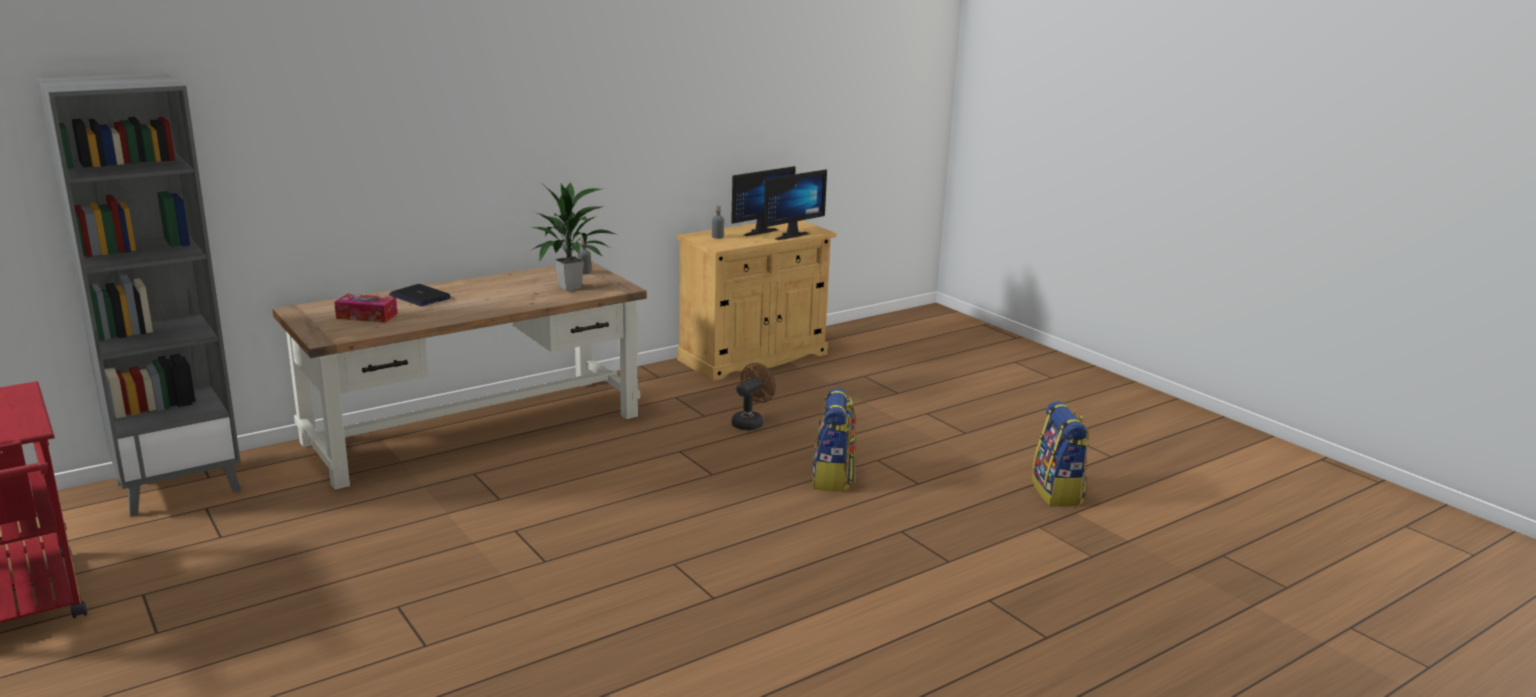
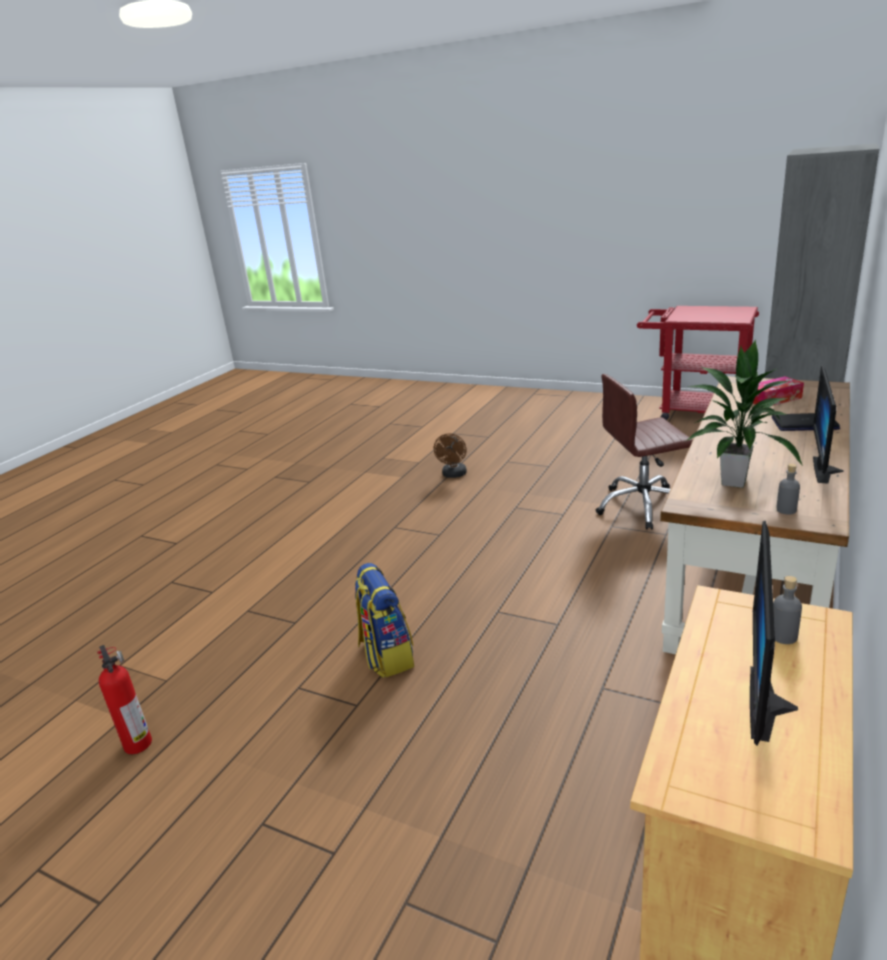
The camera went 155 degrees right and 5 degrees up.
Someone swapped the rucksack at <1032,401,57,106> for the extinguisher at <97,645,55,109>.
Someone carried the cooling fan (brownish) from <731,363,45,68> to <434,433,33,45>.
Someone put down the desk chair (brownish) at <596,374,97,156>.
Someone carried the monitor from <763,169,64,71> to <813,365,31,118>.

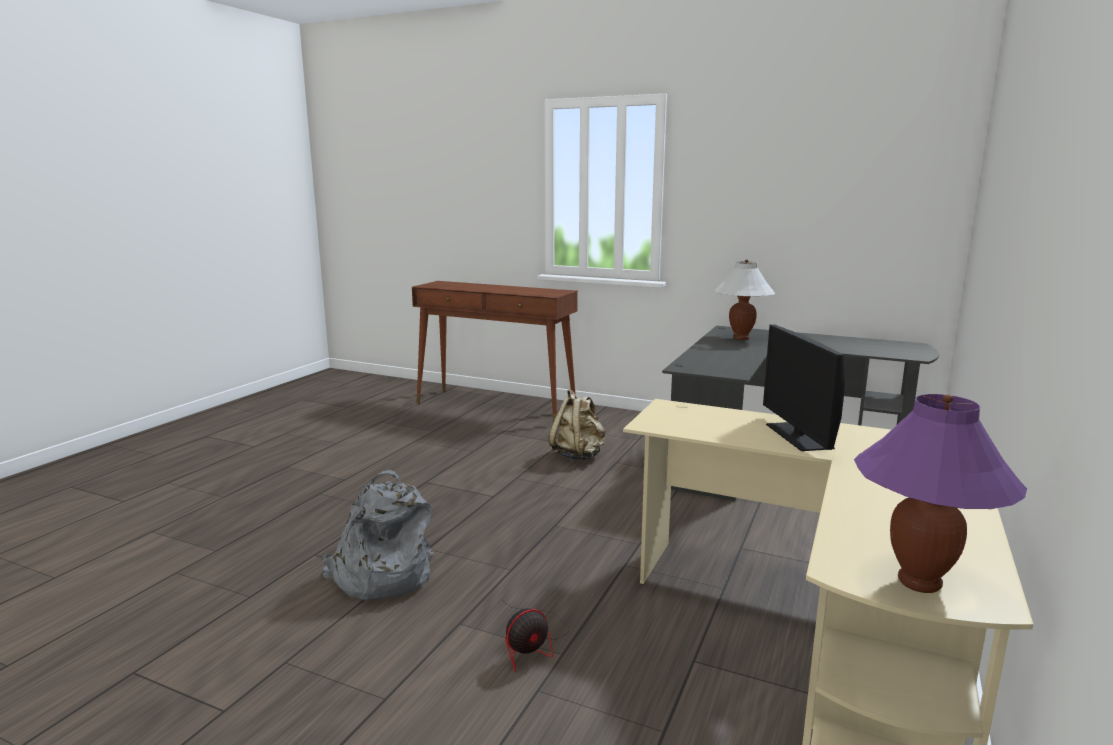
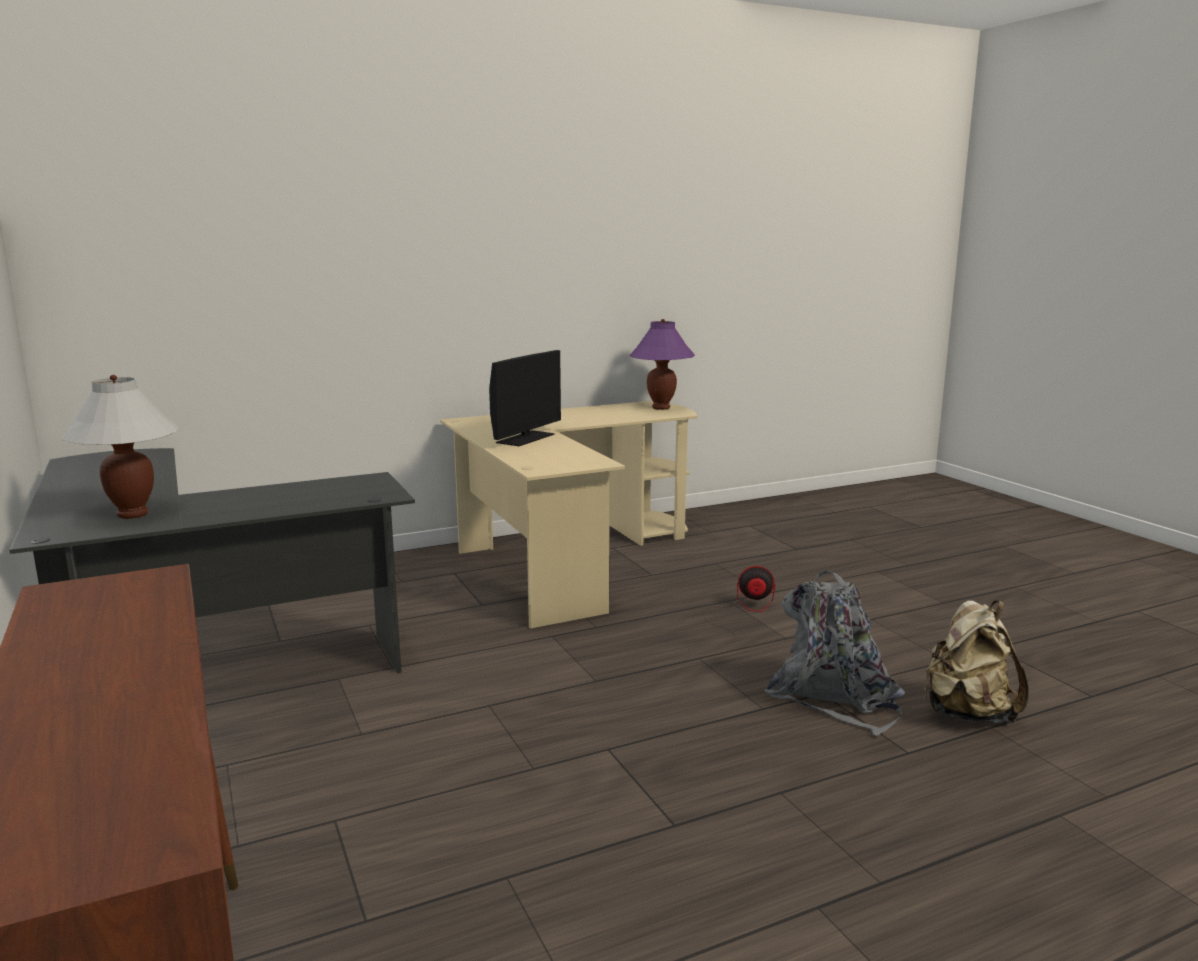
The camera went 140 degrees left and 0 degrees up.
Someone carried the rucksack (sand-coloured) from <549,389,56,71> to <924,600,105,123>.

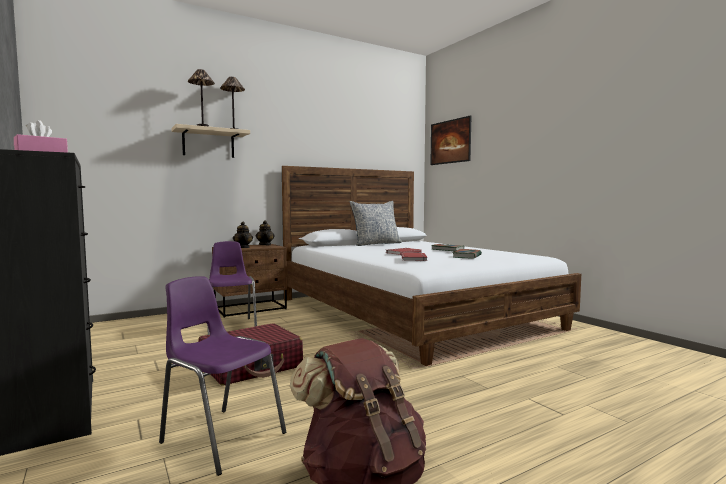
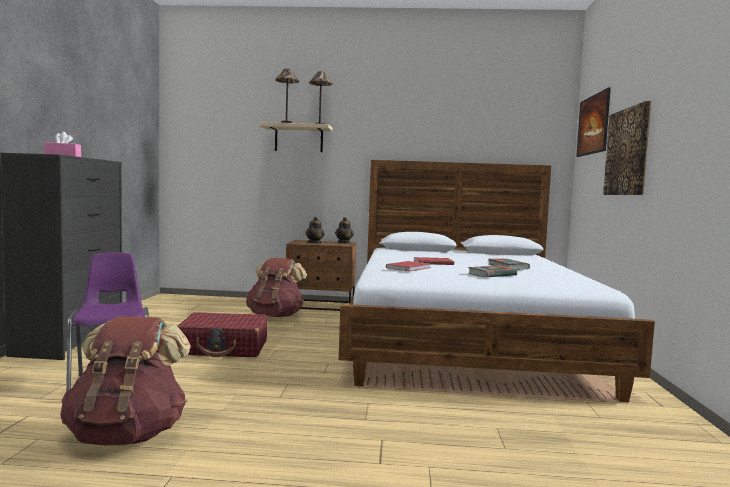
The camera went 35 degrees right and 0 degrees up.
Someone swapped the plain chair (purplish) at <207,241,50,94> for the rucksack (brownish) at <246,258,61,59>.
Someone put up the wall art at <603,101,48,94>.
Someone took away the pillow at <349,201,53,45>.

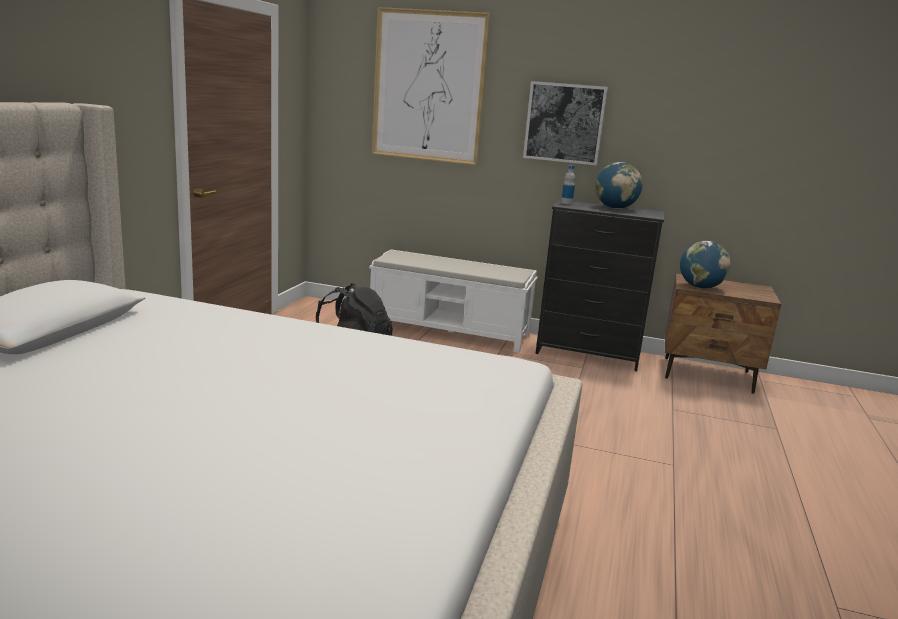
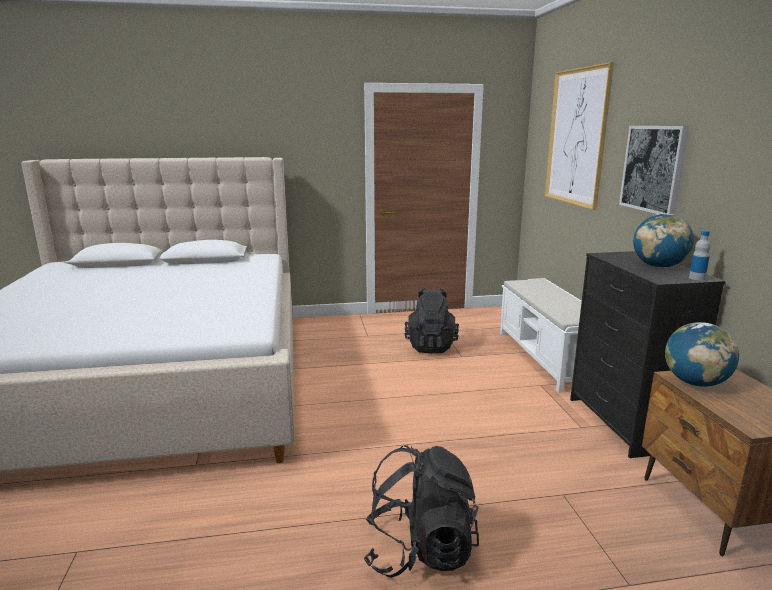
The camera went 65 degrees right and 0 degrees up.
Someone put down the rucksack (black-coloured) at <363,445,116,133>.
Someone carried the drink bottle from <561,165,14,39> to <689,230,22,50>.

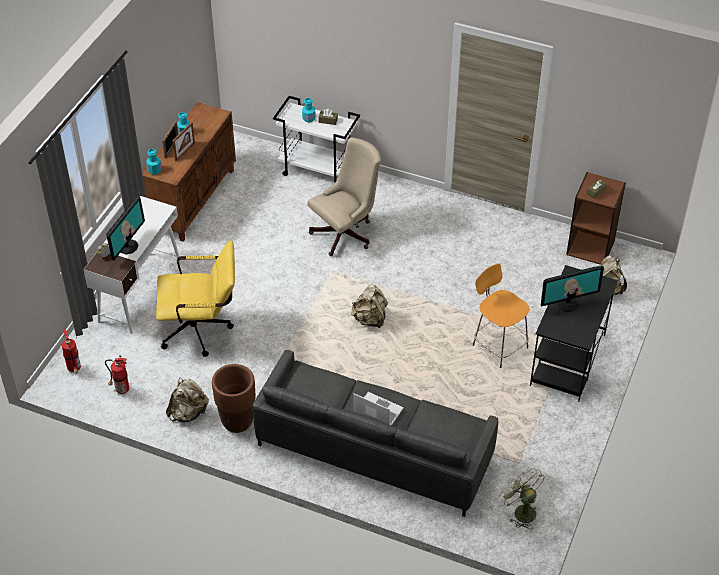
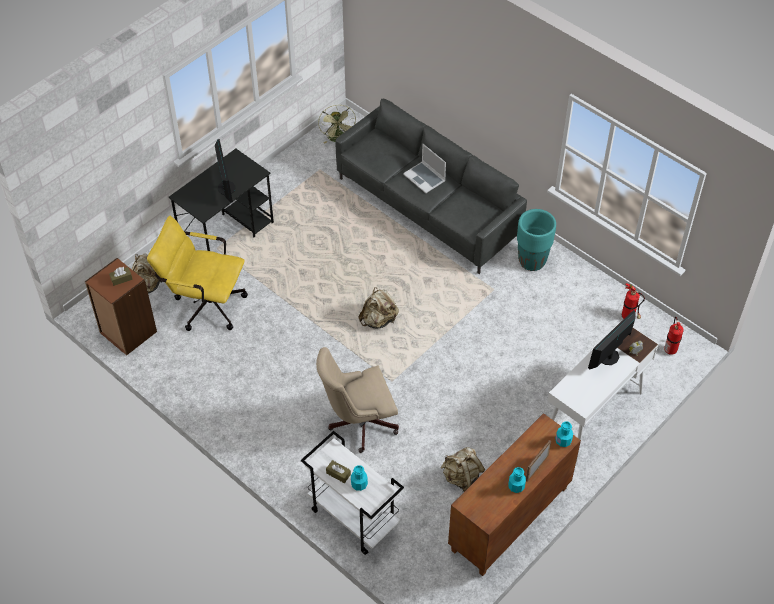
The camera went 160 degrees left and 5 degrees up.
Someone carried the desk chair (yellow) from <156,240,79,117> to <147,216,101,115>.
Someone rotated the monitor at <541,266,63,45> by 75 degrees clockwise.
Someone carried the rucksack (sand-coloured) from <166,377,43,45> to <441,447,44,45>.
Someone repainted the planter (brownish) at <212,364,44,69>, which became the planter (blue-green) at <517,209,39,62>.
Someone took away the photo frame at <172,122,23,39>.
Someone took away the stool (orangey) at <473,263,57,105>.

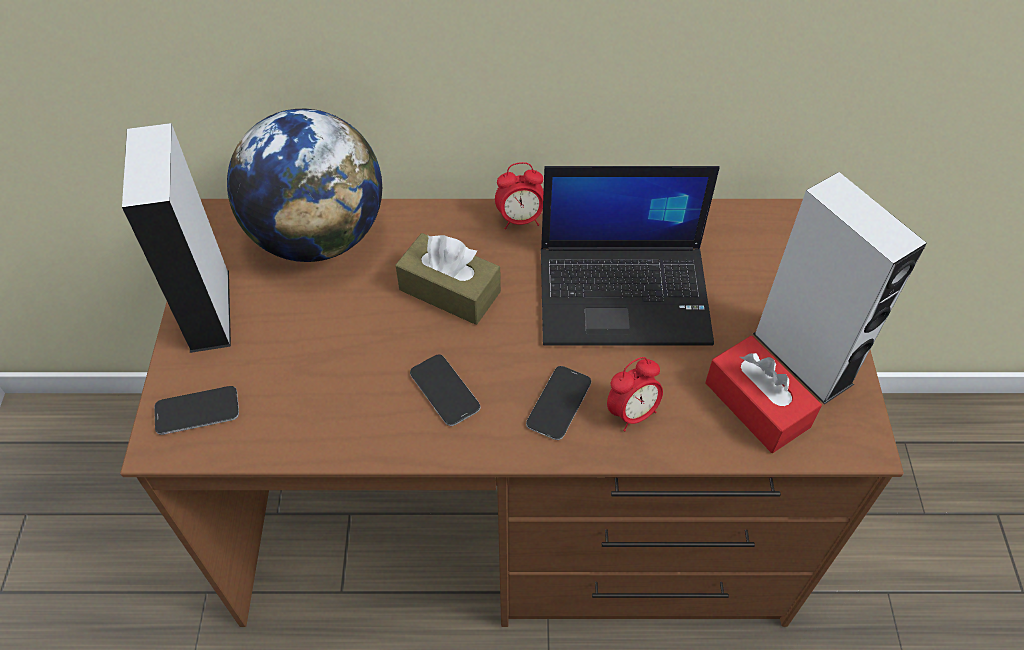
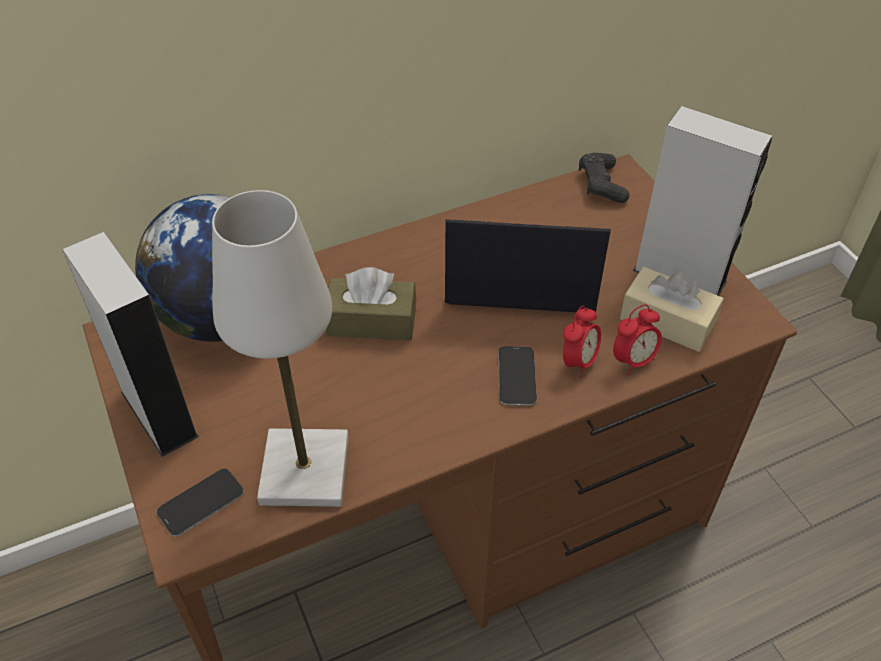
The camera went 25 degrees left and 5 degrees down.
Someone put down the tabletop lamp (white-coloured) at <212,190,137,317>.
Someone rotated the laptop at <541,166,179,180> by 150 degrees counterclockwise.
Someone put down the game controller (black-coloured) at <579,153,50,50>.
Someone carried the table clock from <495,162,49,67> to <613,304,49,72>.
Someone repainted the tissue holder (red-coloured) at <705,336,117,117>, which became the tissue holder (sand-coloured) at <620,267,104,85>.
Someone took away the telephone at <410,355,71,71>.

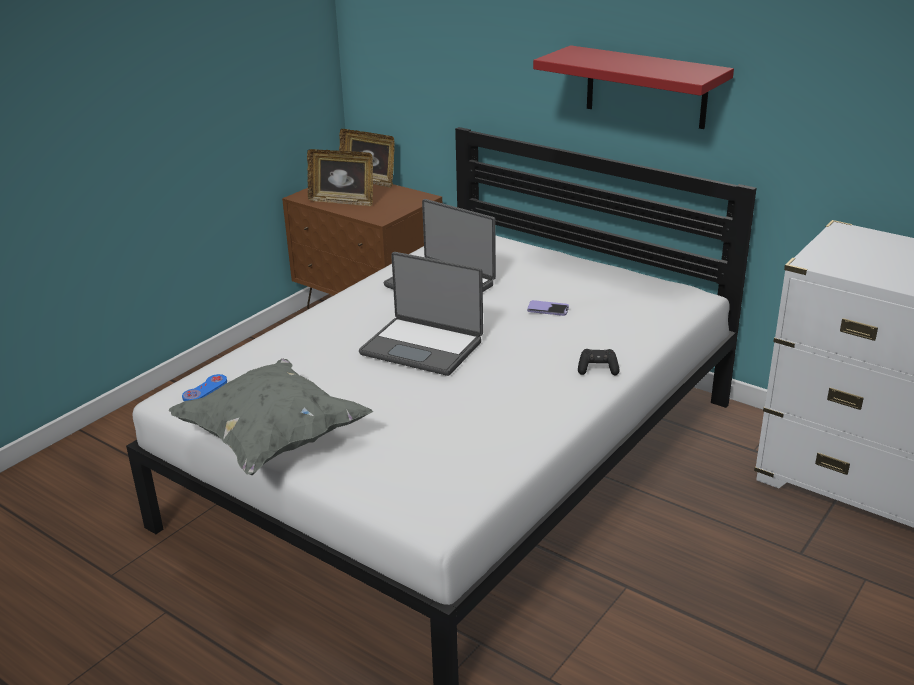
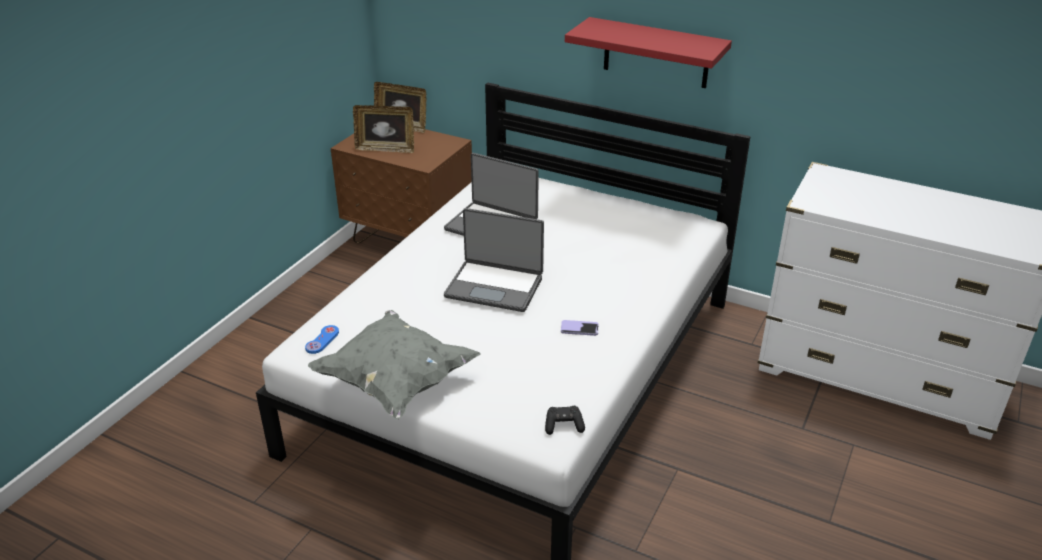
The camera went 10 degrees left and 5 degrees up.
Someone carried the game controller (black-coloured) from <578,349,41,26> to <545,406,40,29>.
Someone carried the telephone from <527,300,42,16> to <561,320,38,16>.

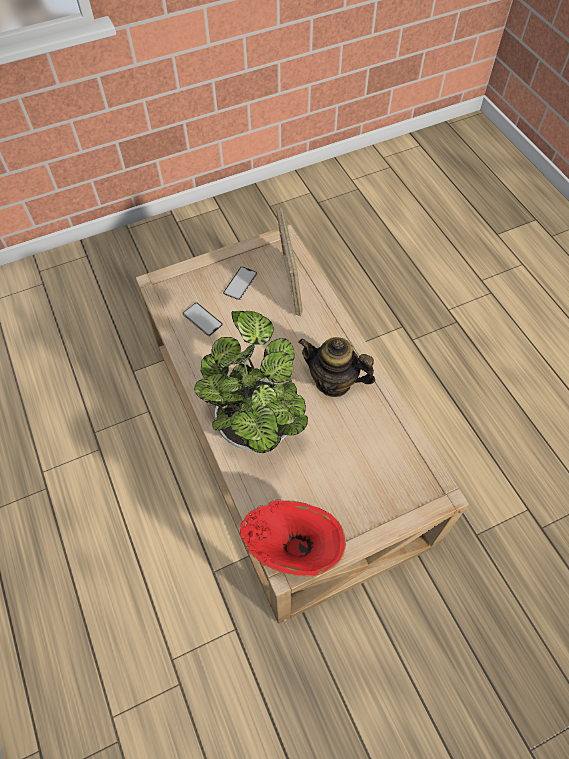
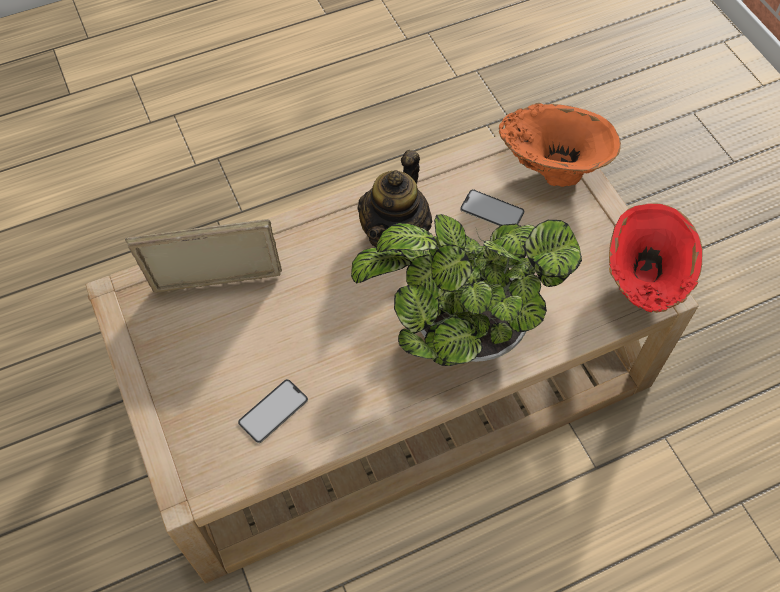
The camera went 90 degrees left and 0 degrees up.
Someone carried the telephone from <223,266,34,34> to <460,189,64,37>.
Someone put down the vase (orangey) at <499,103,122,84>.

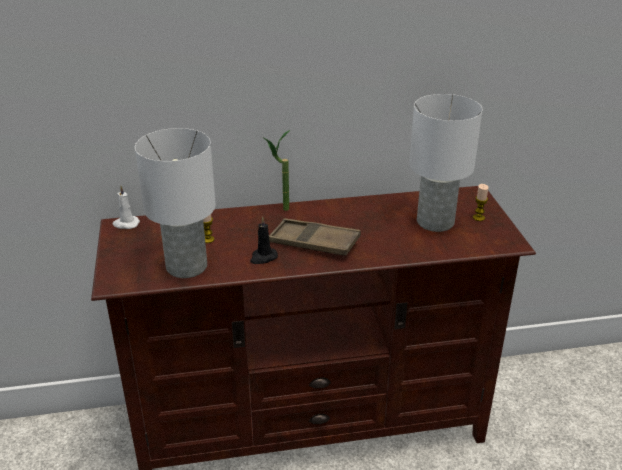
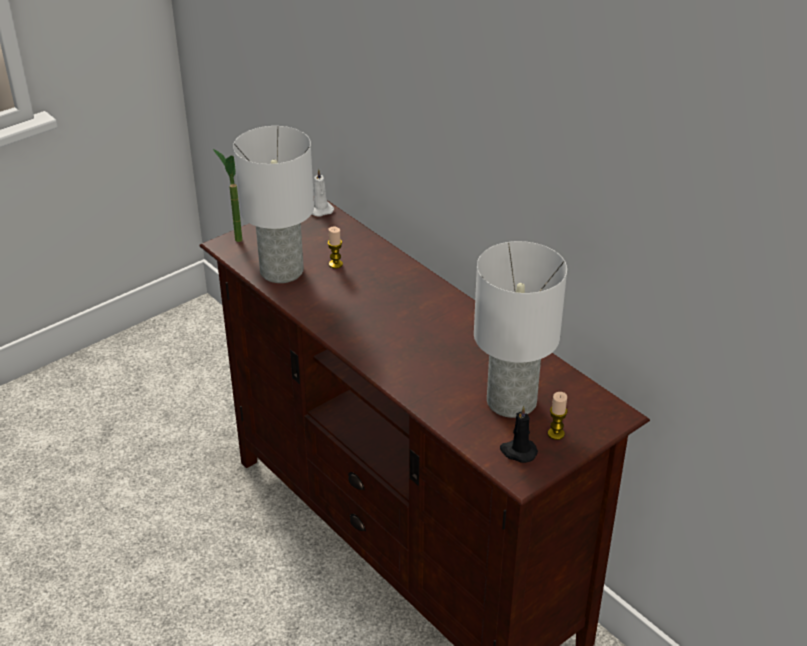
The camera went 60 degrees right and 5 degrees up.
Someone carried the potted plant from <264,130,26,81> to <213,149,29,93>.
Someone carried the wax candle (black-coloured) from <250,217,28,47> to <500,406,38,57>.
Someone took away the tray (brownish) at <269,218,92,38>.

